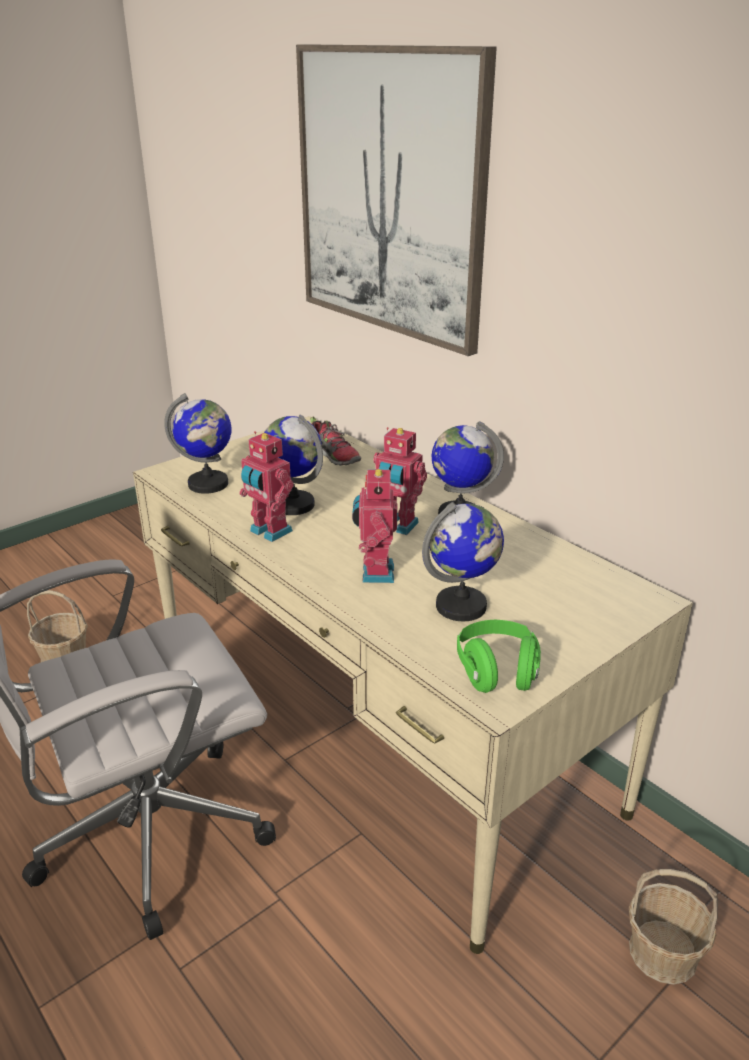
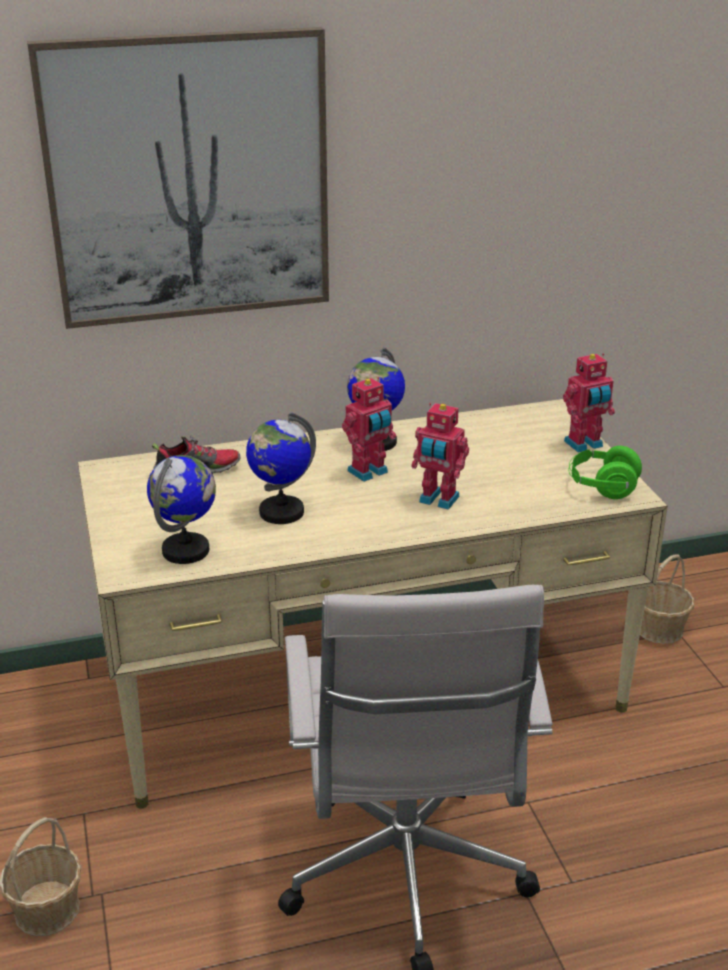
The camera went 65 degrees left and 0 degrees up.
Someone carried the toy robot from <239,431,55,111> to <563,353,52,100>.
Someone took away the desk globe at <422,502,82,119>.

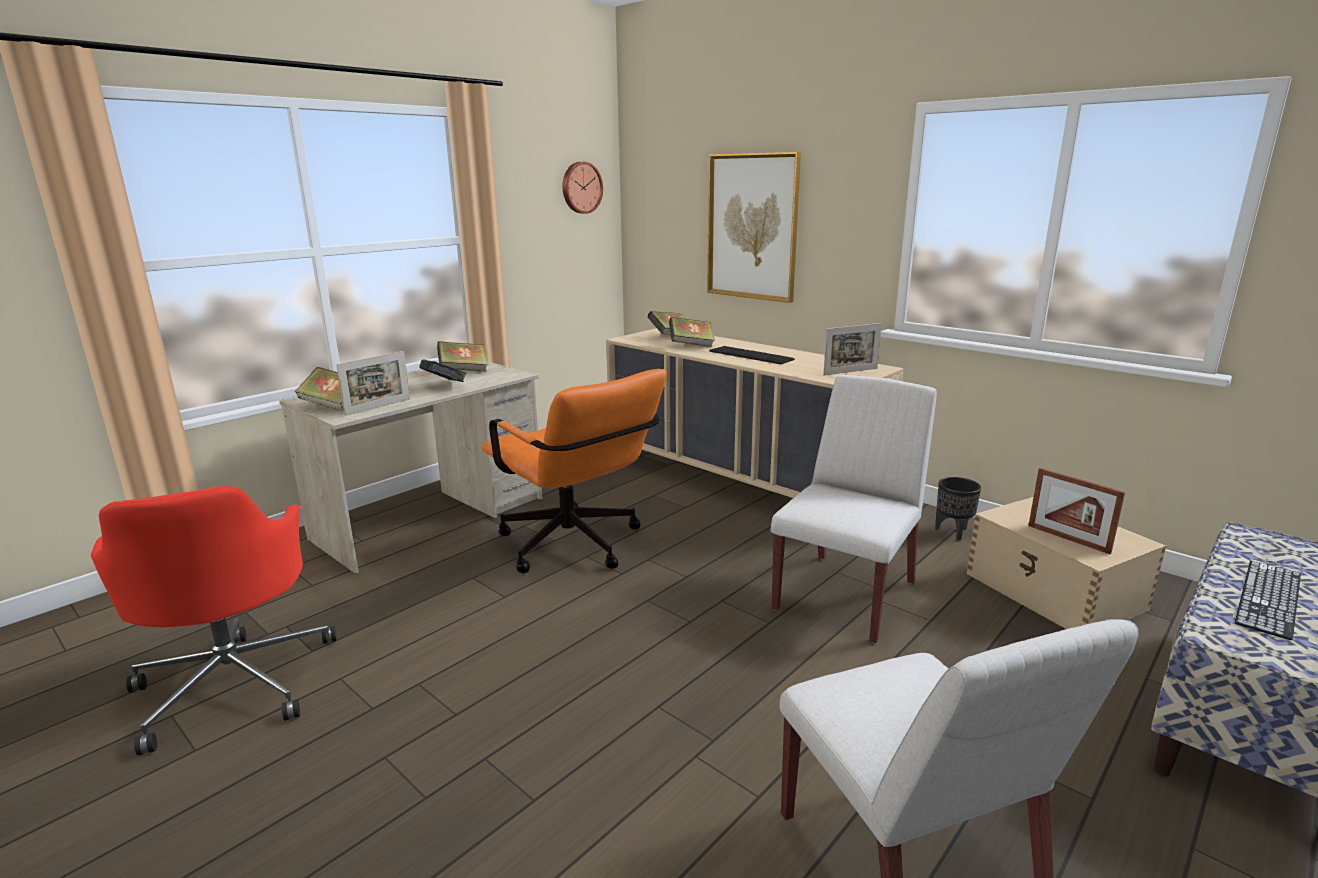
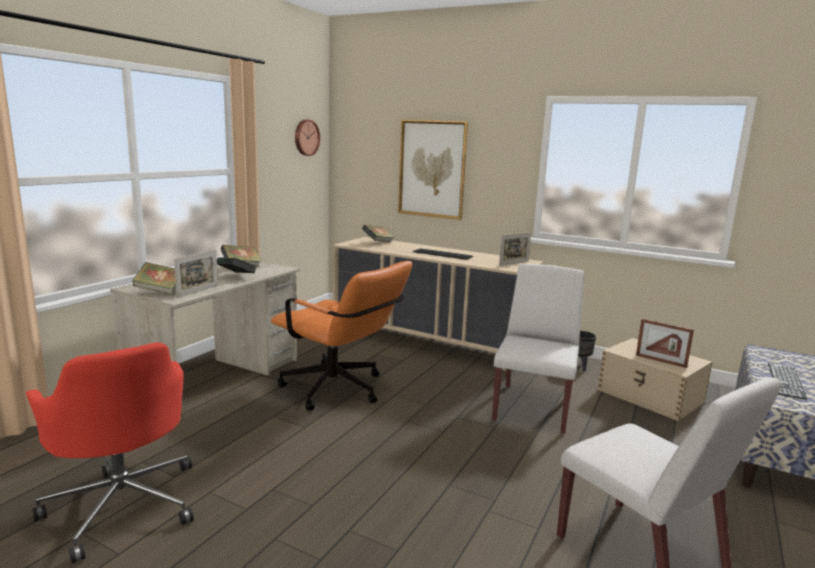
The camera went 15 degrees left and 5 degrees down.
Someone took away the volume at <669,317,46,30>.

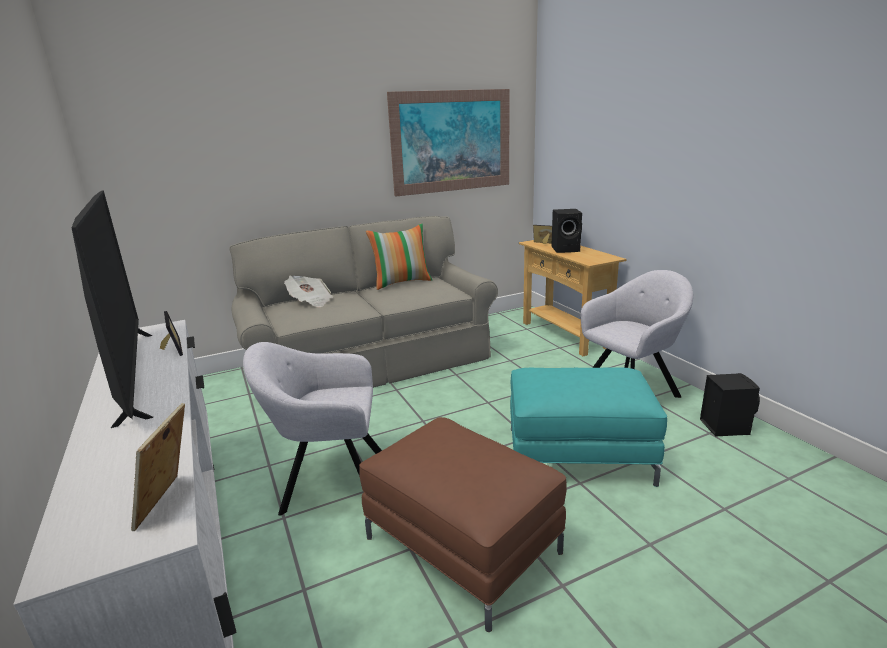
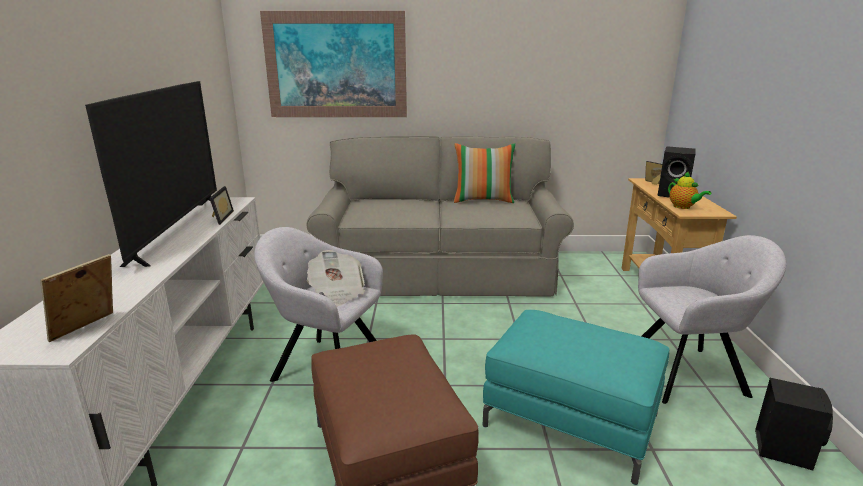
The camera went 25 degrees right and 0 degrees up.
Someone carried the wall art from <387,89,123,108> to <260,11,147,106>.
Someone carried the newspaper from <284,276,49,31> to <307,250,58,56>.
Someone put down the teapot at <668,171,43,38>.

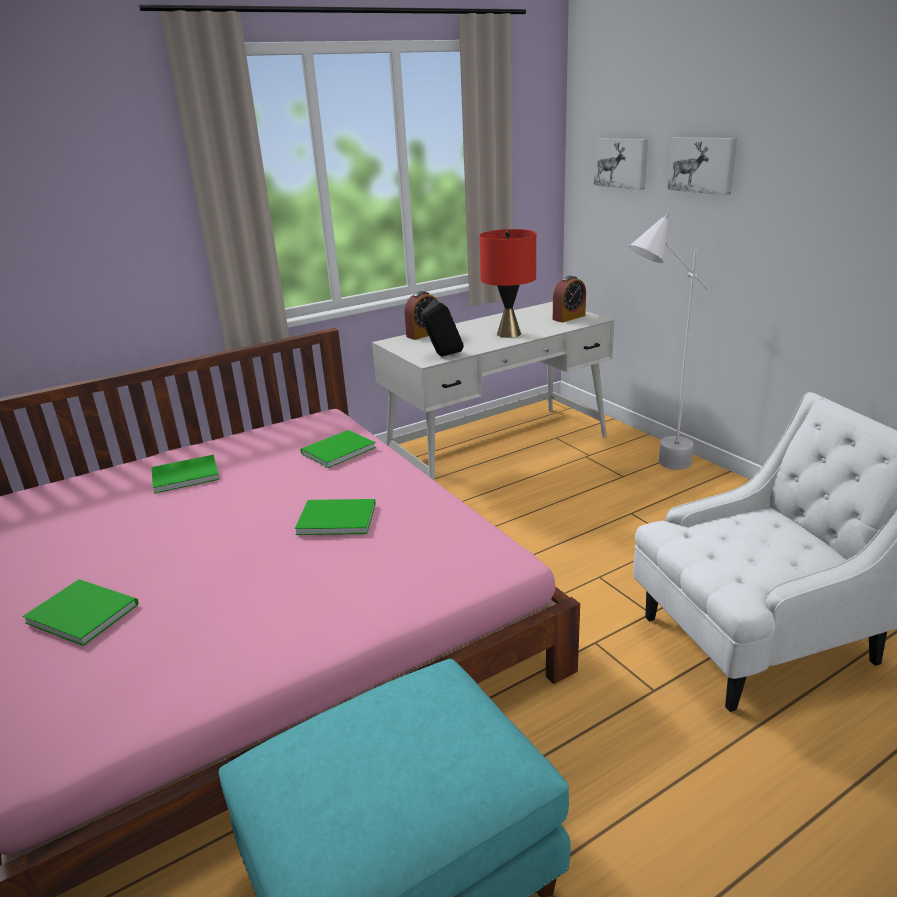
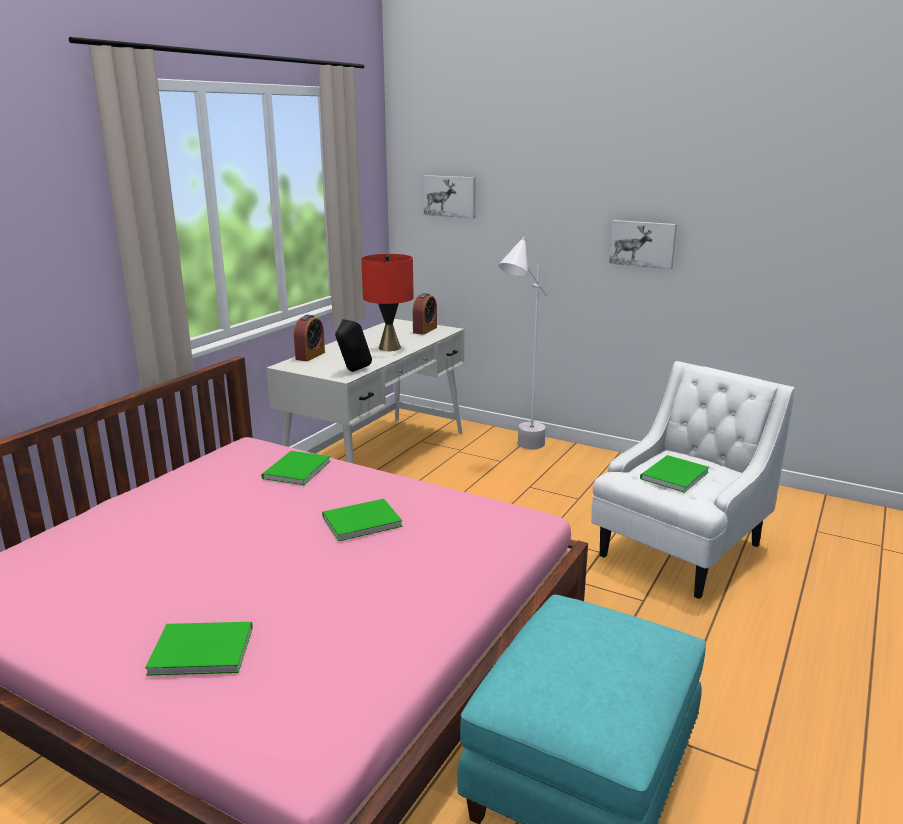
The camera went 30 degrees left and 5 degrees down.
Someone carried the wall art from <668,137,69,58> to <609,220,68,49>.
Someone carried the volume (greenish) from <152,455,68,38> to <640,455,69,38>.

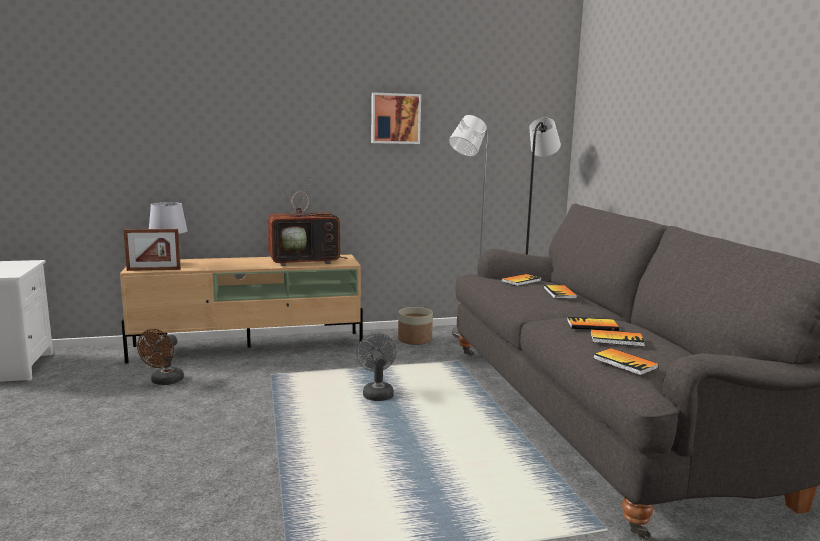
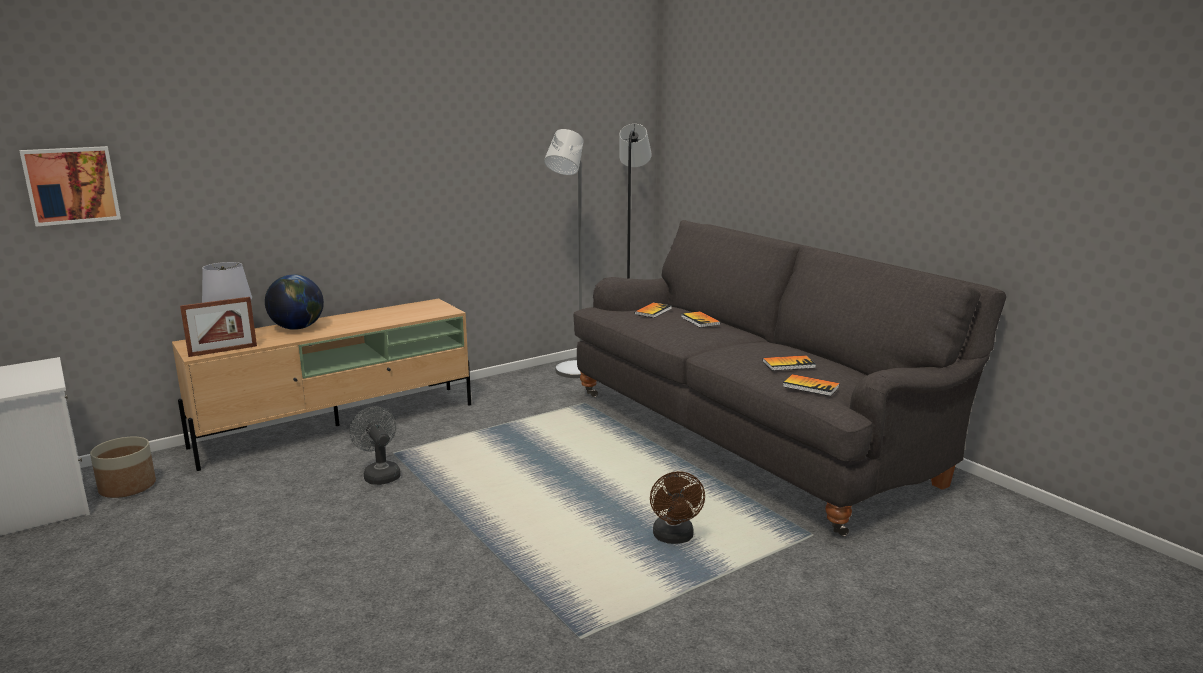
The camera went 20 degrees left and 5 degrees up.
Someone carried the wall art from <371,92,50,52> to <19,146,102,81>.
Someone carried the planter from <398,307,35,38> to <90,437,66,61>.
Someone put down the desk globe at <265,274,59,56>.
Someone carried the cooling fan (greyish) from <356,333,40,68> to <349,407,52,78>.
Someone carried the cooling fan (brownish) from <137,329,47,56> to <650,471,55,73>.
Someone took away the TV set at <267,173,81,93>.
Someone took away the volume at <567,317,52,14>.

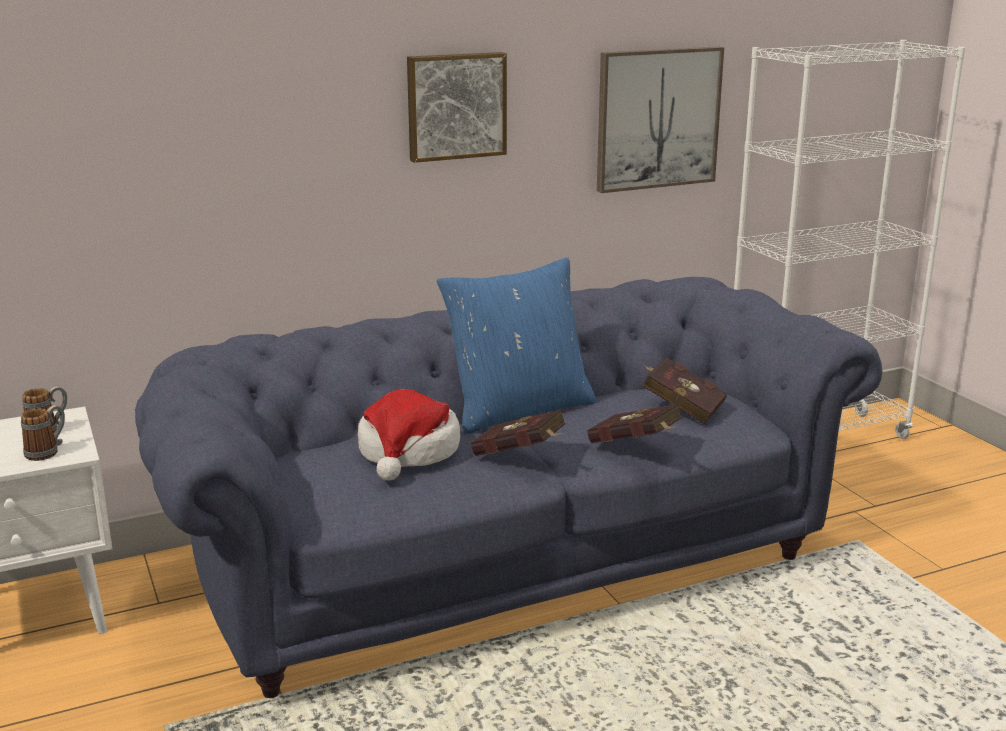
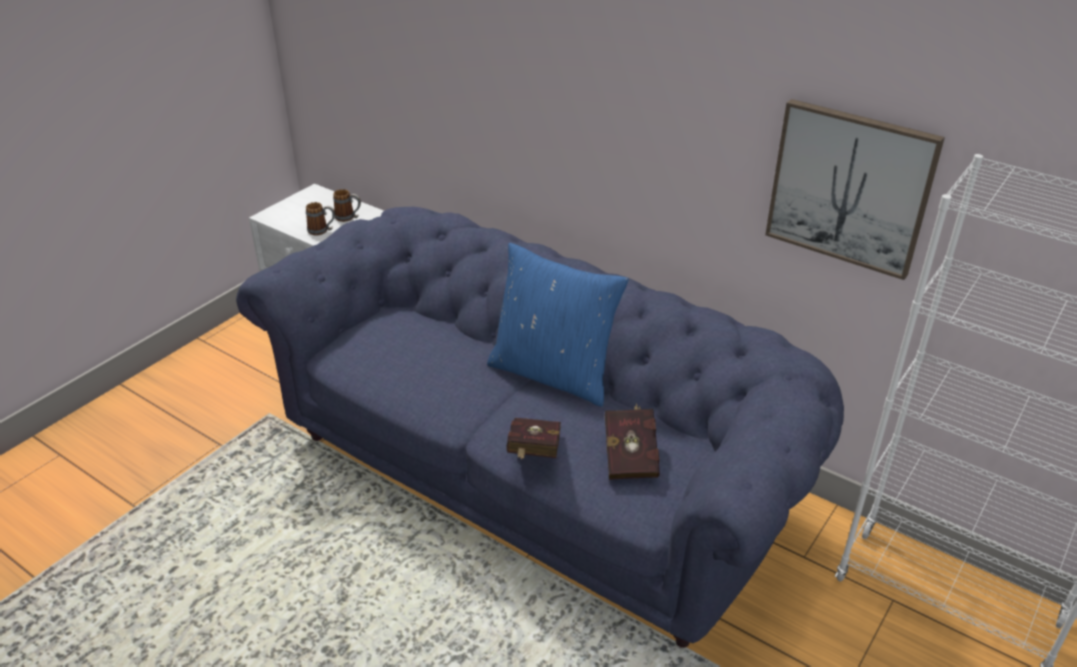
The camera went 60 degrees right and 15 degrees up.
Someone took away the hat at <358,389,102,92>.
Someone took away the wall art at <407,52,100,111>.
Someone took away the volume (red-coloured) at <471,410,95,46>.

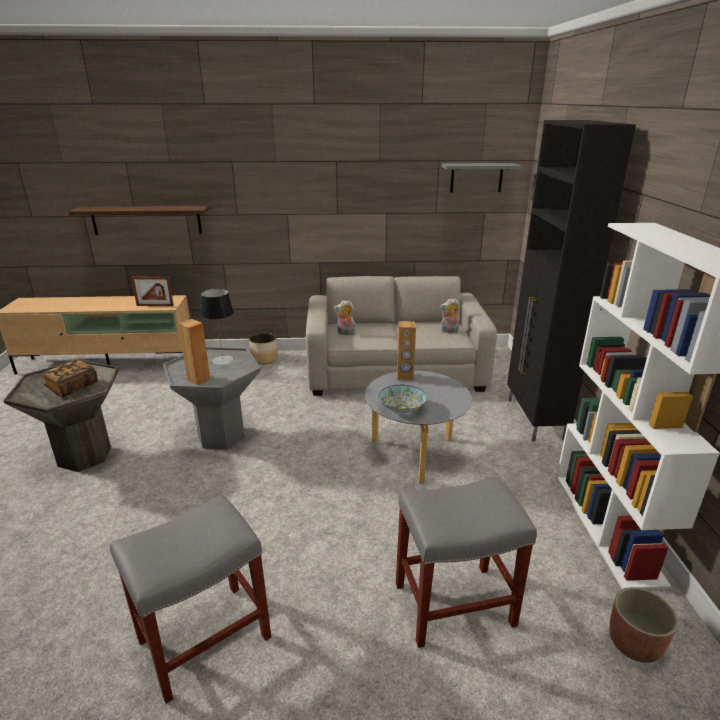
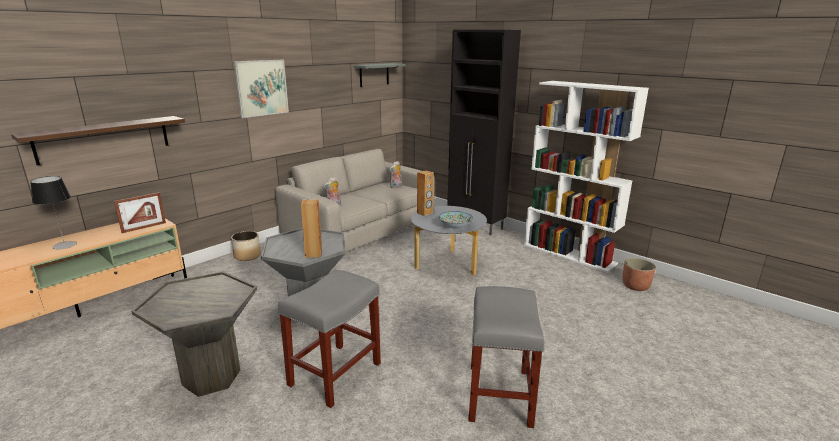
The camera went 45 degrees left and 5 degrees down.
Someone carried the tabletop lamp from <200,289,34,76> to <30,176,47,74>.
Someone put up the wall art at <233,60,56,58>.
Someone carried the stool (greyish) from <396,477,141,171> to <278,269,103,139>.
Someone took away the volume at <41,359,57,38>.

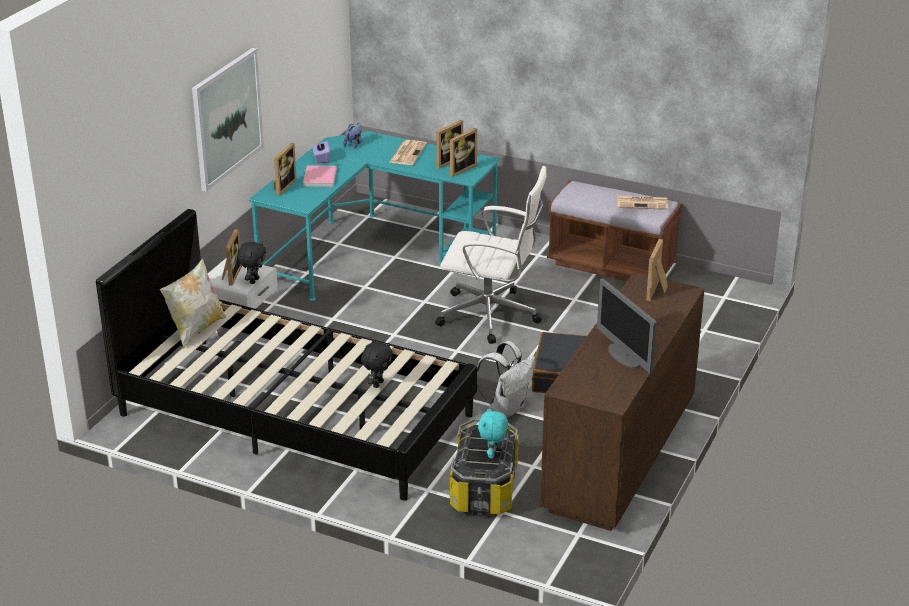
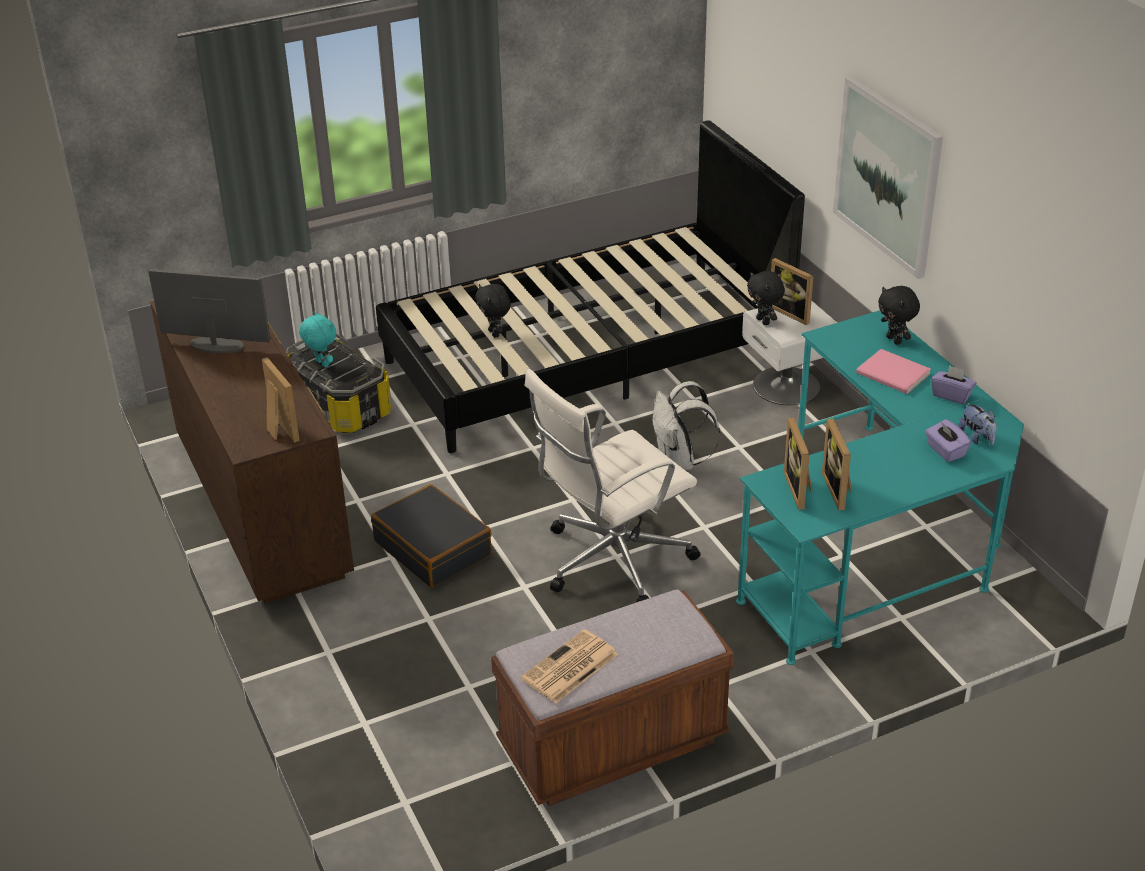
The camera went 130 degrees right and 5 degrees up.
Someone carried the rucksack (white-coloured) from <477,341,58,76> to <653,381,67,89>.
Someone swapped the photo frame at <273,143,24,53> for the plush toy (black-coloured) at <878,286,42,59>.
Someone put down the tissue holder (purplish) at <925,419,46,43>.
Someone took away the pillow at <160,258,66,91>.
Someone took away the newspaper at <390,140,37,25>.

